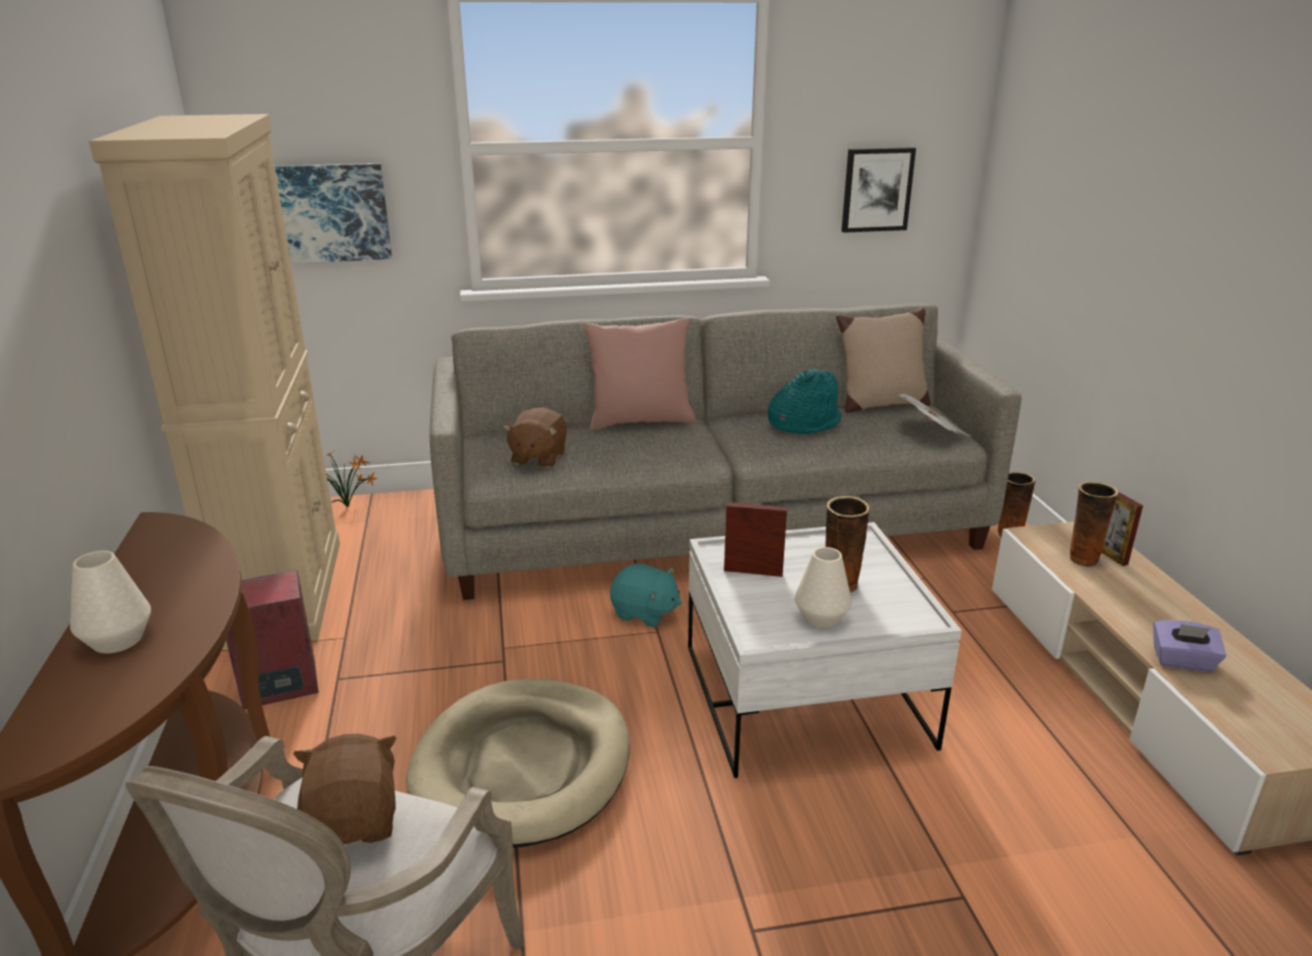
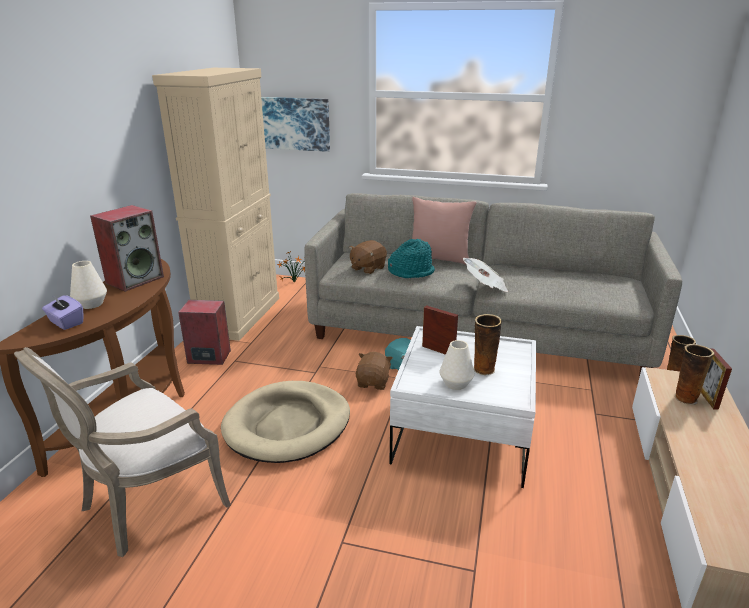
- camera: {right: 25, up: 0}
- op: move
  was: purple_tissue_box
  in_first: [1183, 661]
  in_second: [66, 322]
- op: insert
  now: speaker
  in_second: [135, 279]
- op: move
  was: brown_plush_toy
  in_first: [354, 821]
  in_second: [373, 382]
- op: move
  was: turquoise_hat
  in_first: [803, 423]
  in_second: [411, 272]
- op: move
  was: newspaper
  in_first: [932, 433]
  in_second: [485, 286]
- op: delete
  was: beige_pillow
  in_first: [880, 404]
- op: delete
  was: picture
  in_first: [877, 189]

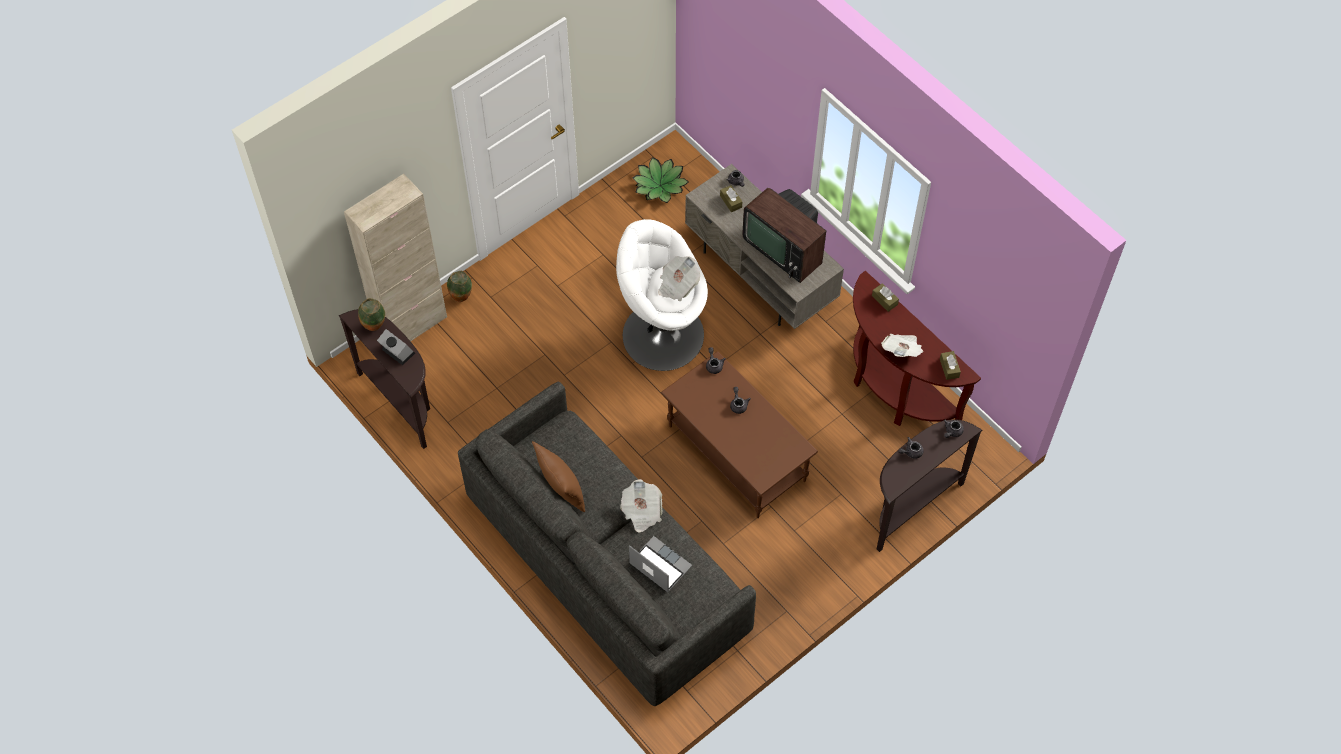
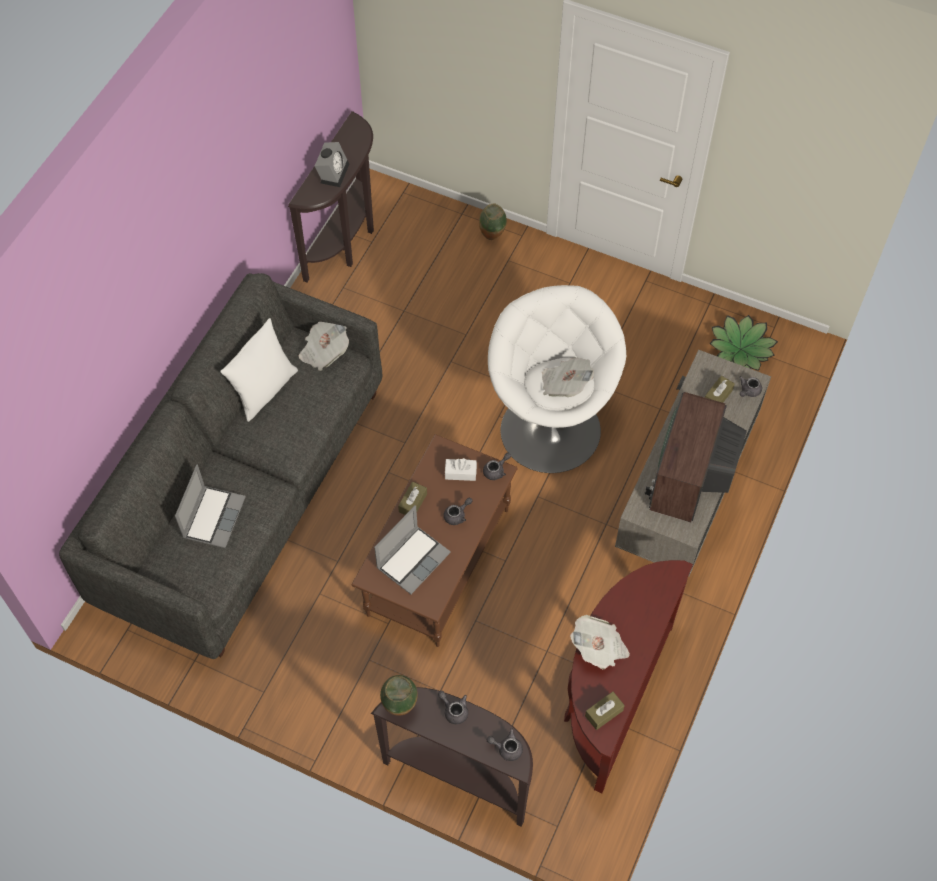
- camera: {right: 65, up: 0}
- op: recolor
  was: brown_pillow
  now: white_pillow
  in_first: [561, 490]
  in_second: [264, 390]
- op: move
  was: newspaper
  in_first: [642, 511]
  in_second: [324, 351]
- op: insert
  now: laptop
  in_second: [413, 559]
- op: move
  was: vase
  in_first: [375, 327]
  in_second: [400, 707]
- op: move
  was: brown_tissue_box
  in_first: [884, 300]
  in_second: [413, 503]
- op: insert
  now: white_tissue_box
  in_second: [460, 473]
- op: delete
  was: beige_cabinet
  in_first: [411, 325]

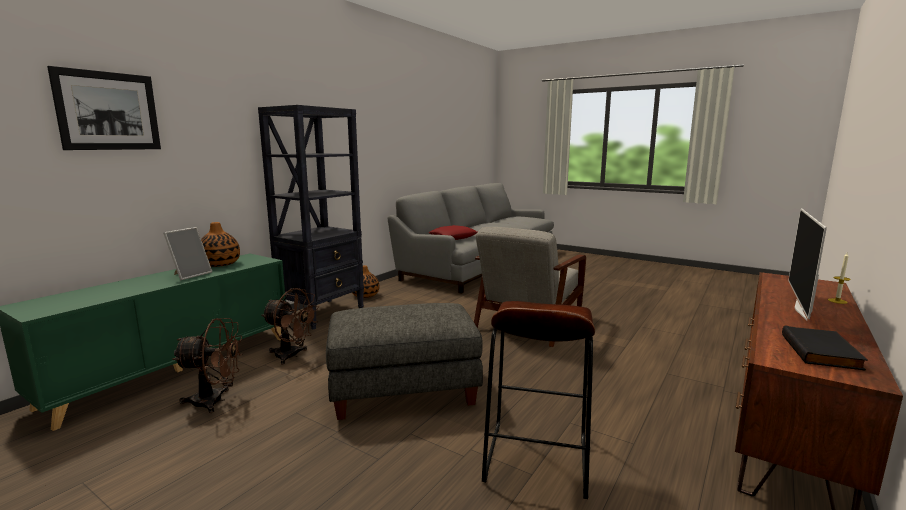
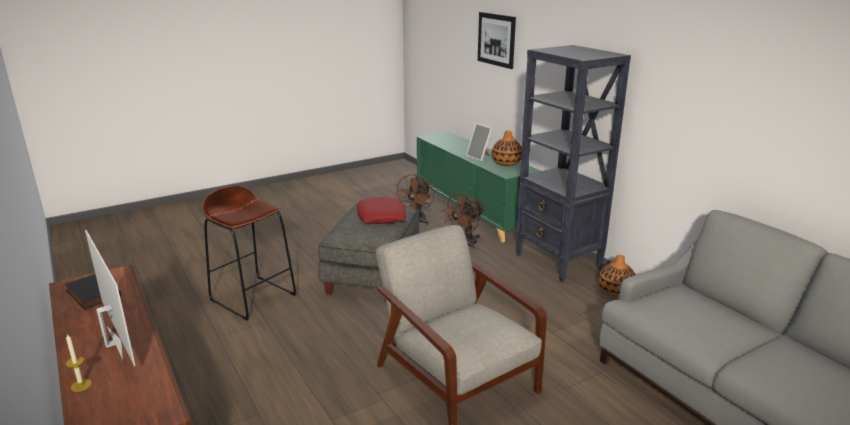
- camera: {right: 115, up: 10}
- op: move
  was: red_pillow
  in_first: [453, 237]
  in_second: [381, 216]

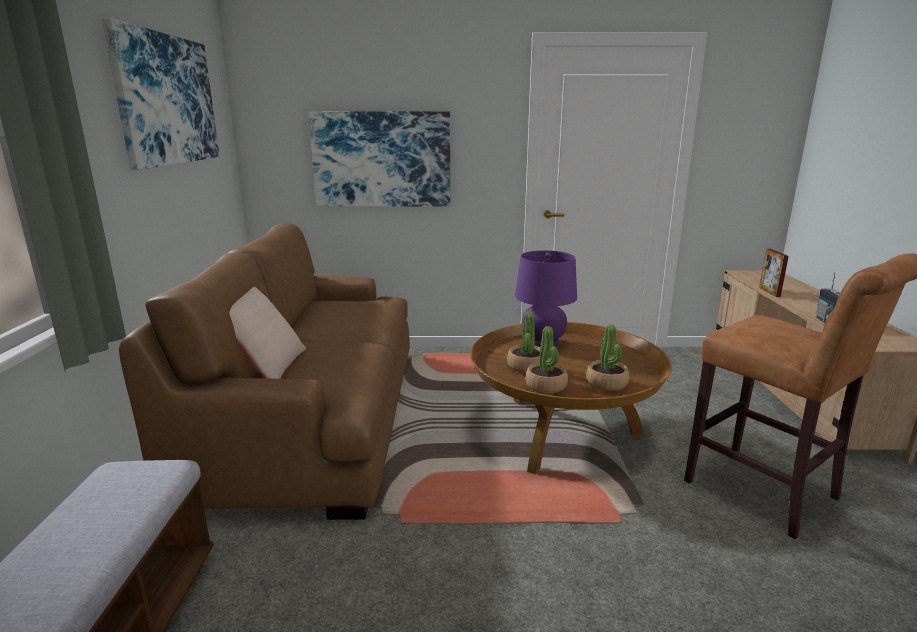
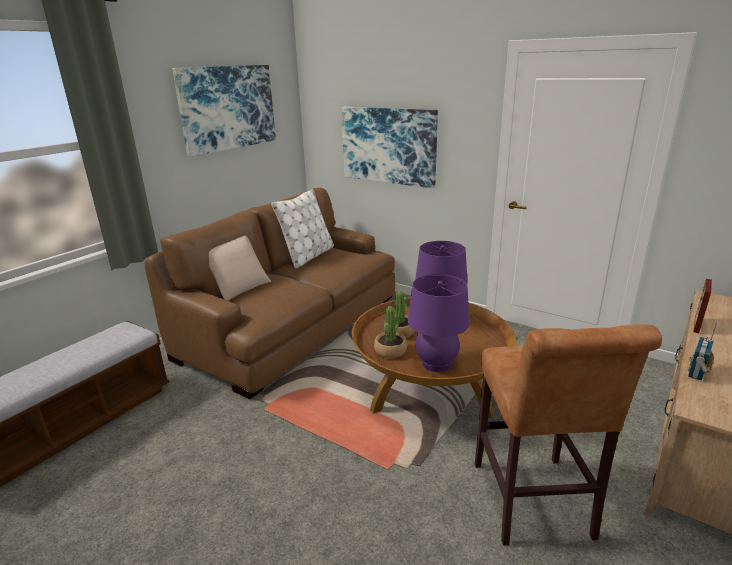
- camera: {right: 35, up: 5}
- op: insert
  now: white_pillow
  in_second: [308, 256]
- op: replace
  was: potted_plant
  now: purple_table_lamp
  in_first: [606, 383]
  in_second: [436, 363]

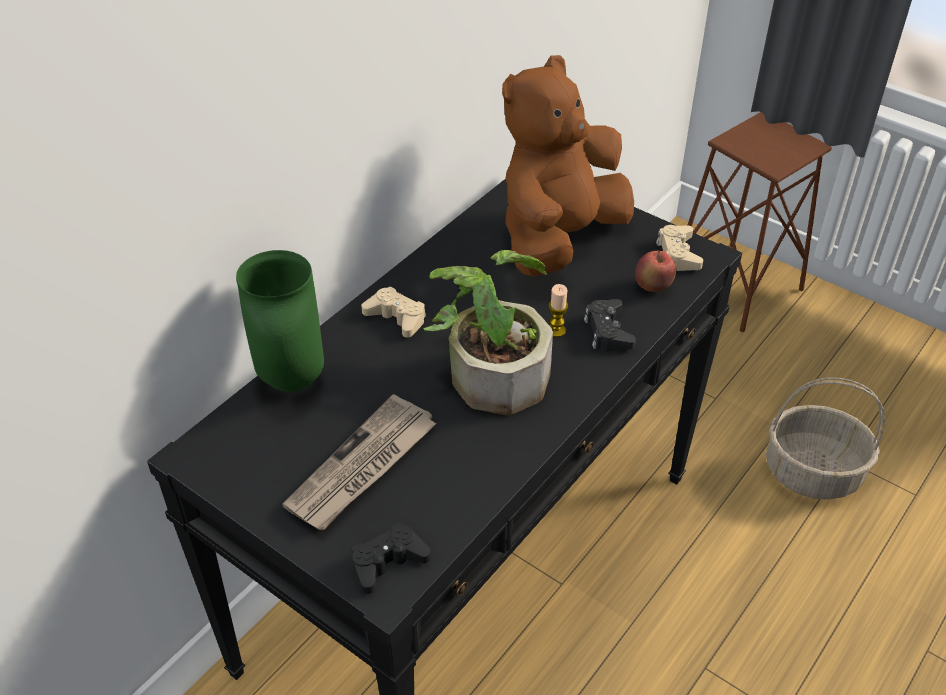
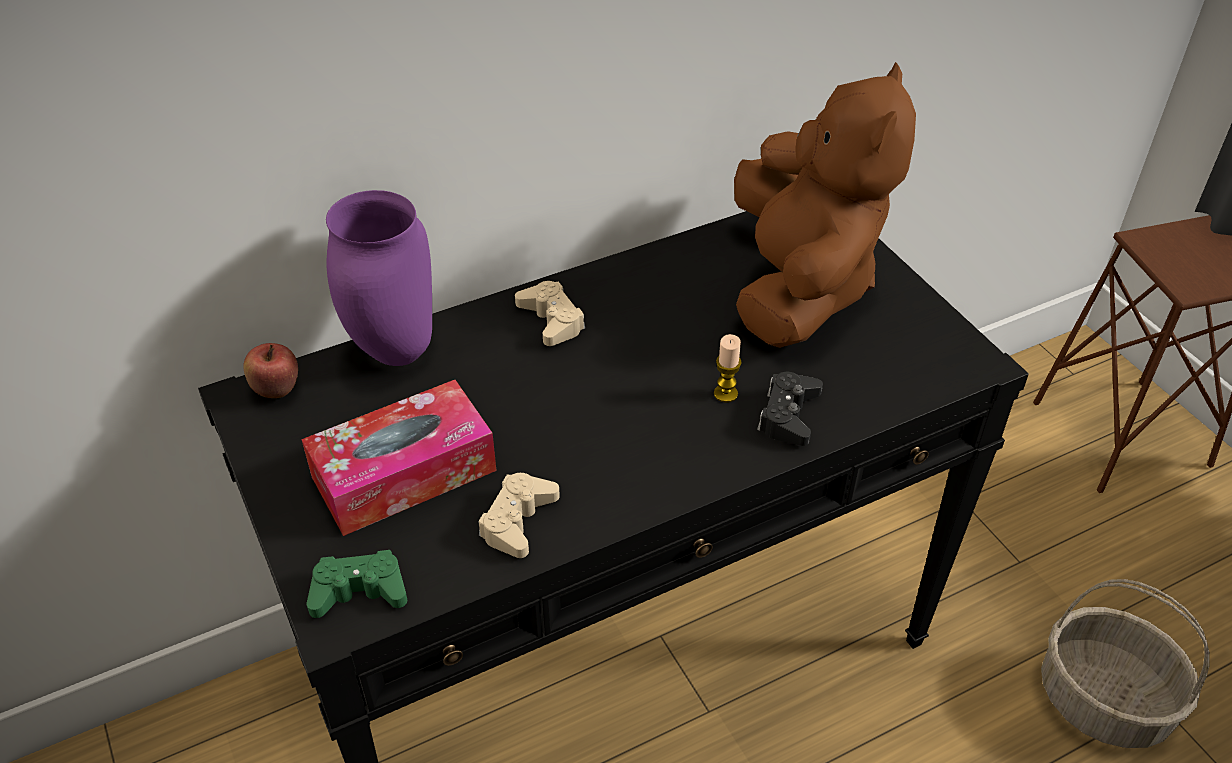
- camera: {right: 25, up: 0}
- op: move
  was: apple
  in_first: [653, 287]
  in_second: [276, 391]
- op: replace
  was: newspaper
  now: tissue_box
  in_first: [362, 467]
  in_second: [404, 474]
- op: recolor
  was: black_game_controller
  now: green_game_controller
  in_first: [387, 562]
  in_second: [359, 591]
- op: recolor
  was: green_vase
  now: purple_vase
  in_first: [290, 380]
  in_second: [393, 352]
- op: move
  was: beige_game_controller
  in_first: [677, 254]
  in_second: [517, 521]
- op: rotate
  was: brown_plush_toy
  in_first: [559, 238]
  in_second: [800, 287]
  clockwise: 120
- op: delete
  was: potted_plant
  in_first: [491, 369]

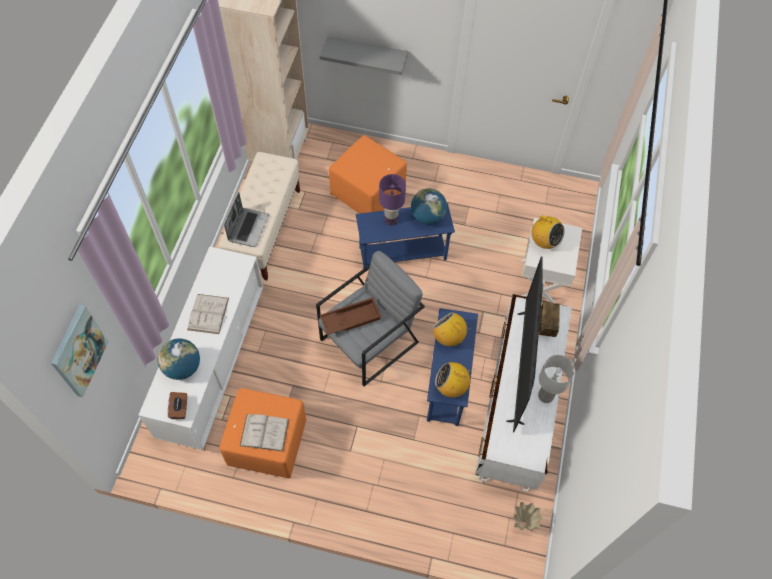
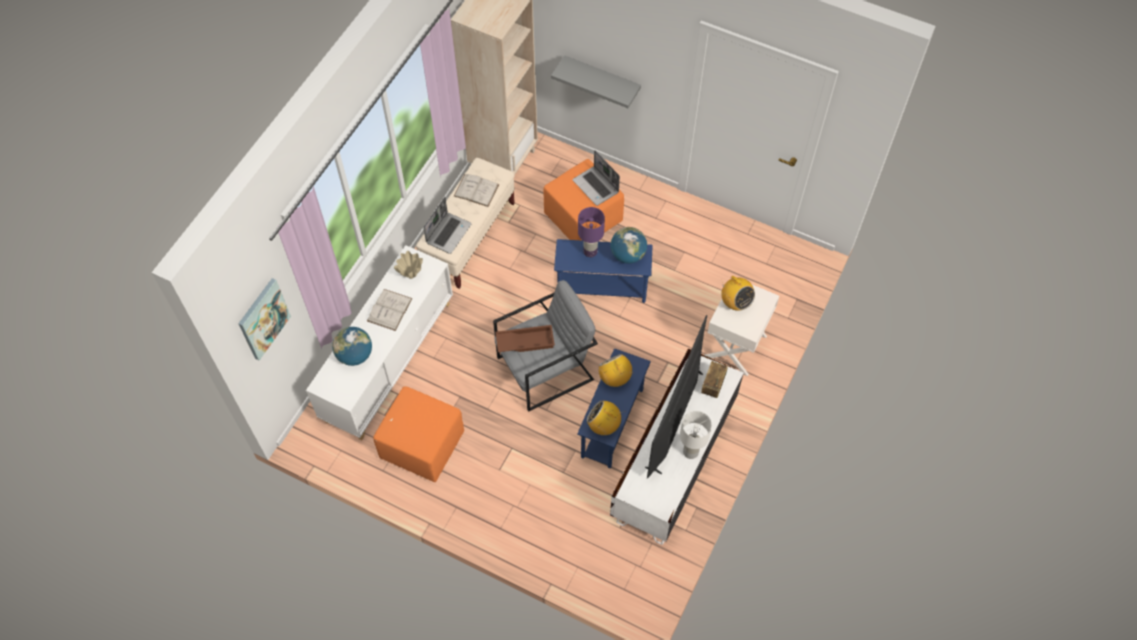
- camera: {right: 15, up: 0}
- op: move
  was: beige_vase
  in_first: [523, 523]
  in_second: [411, 276]
- op: move
  was: white_book
  in_first: [264, 432]
  in_second: [476, 190]
- op: insert
  now: laptop
  in_second: [596, 186]
- op: delete
  was: brown_tissue_box
  in_first: [180, 409]

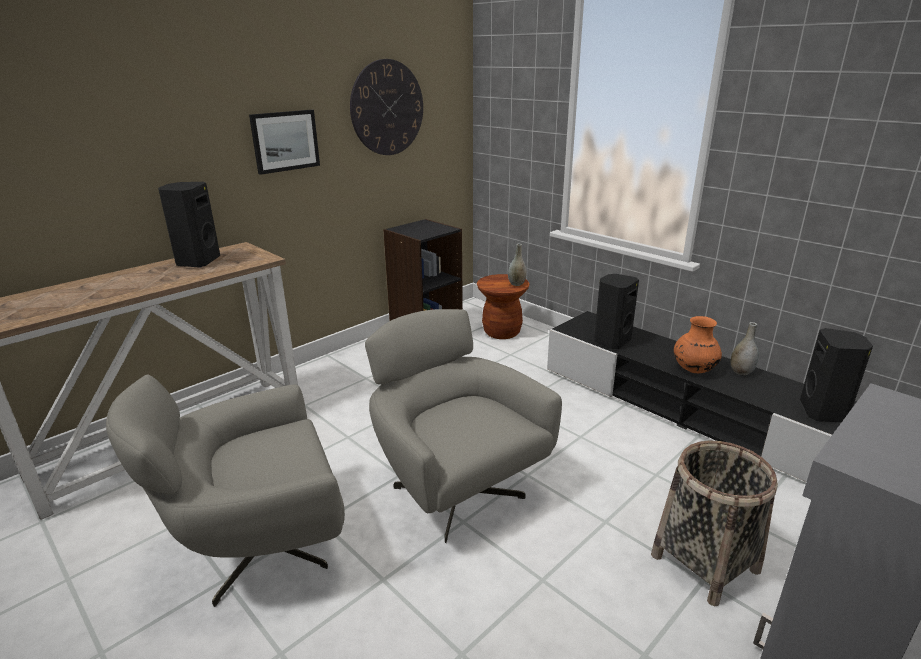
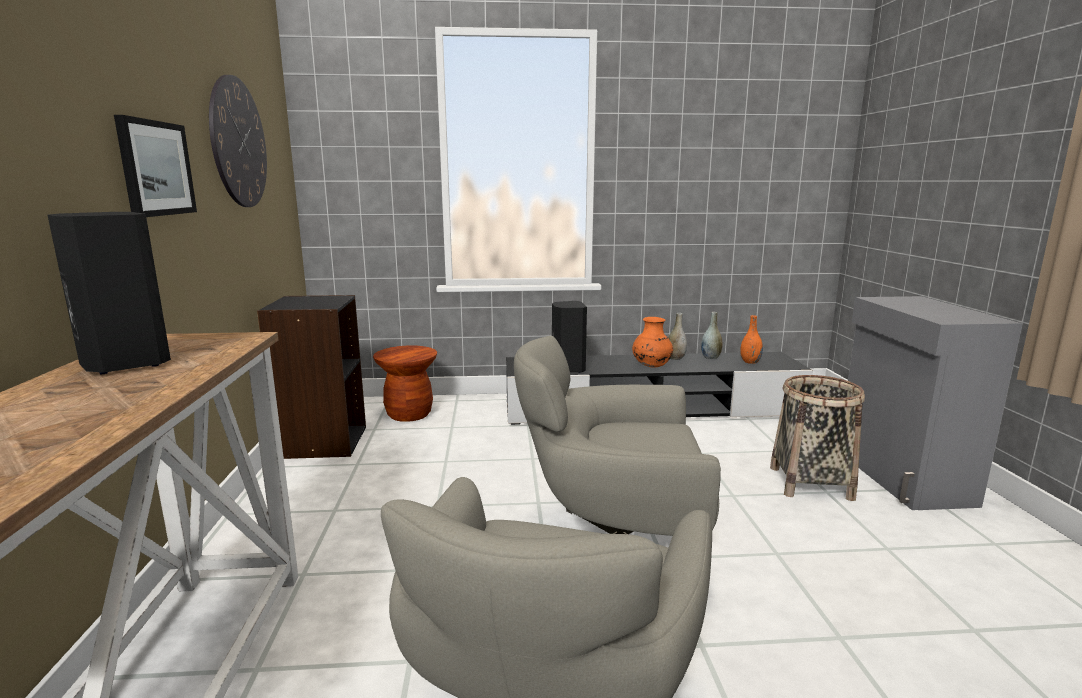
- camera: {right: -50, up: -10}
- op: move
  was: grey_vase
  in_first: [516, 284]
  in_second: [710, 357]
- op: replace
  was: black_speaker
  now: orange_vase
  in_first: [824, 412]
  in_second: [750, 362]

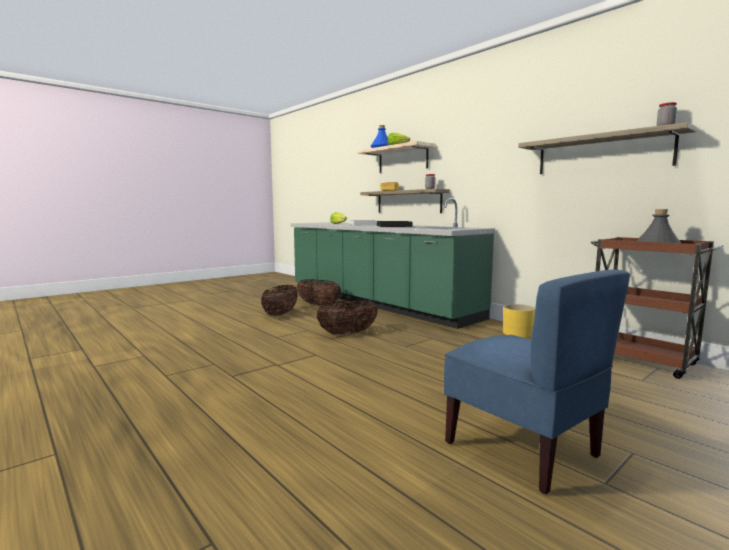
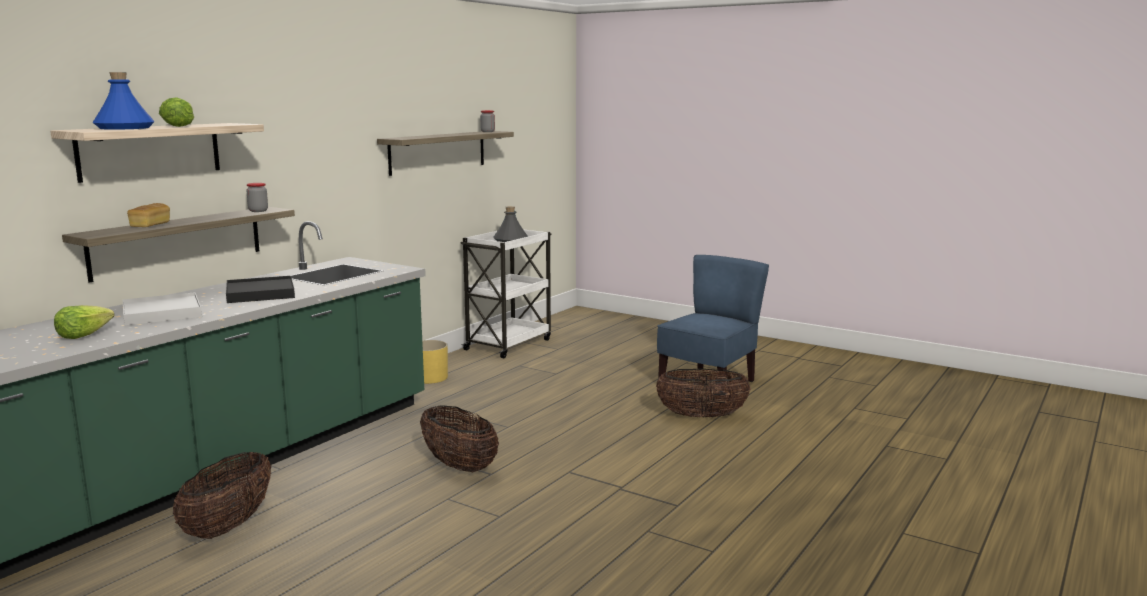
- camera: {right: -105, up: 5}
- op: recolor
  was: brown_cart
  now: white_cart
  in_first: [641, 361]
  in_second: [509, 344]
- op: move
  was: basket
  in_first: [280, 314]
  in_second: [702, 416]

